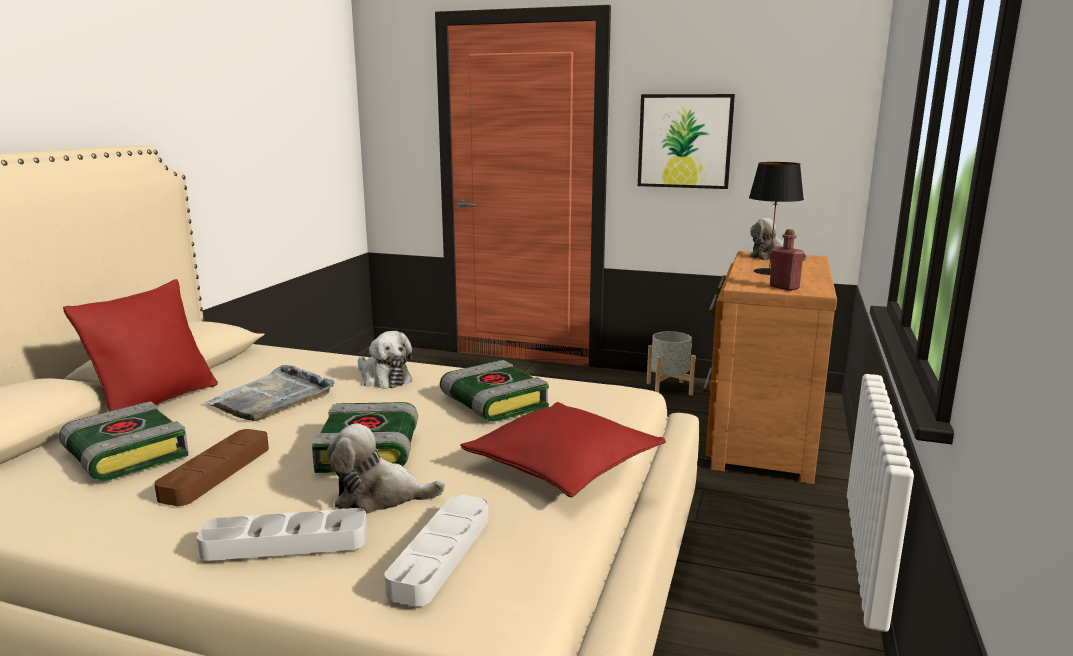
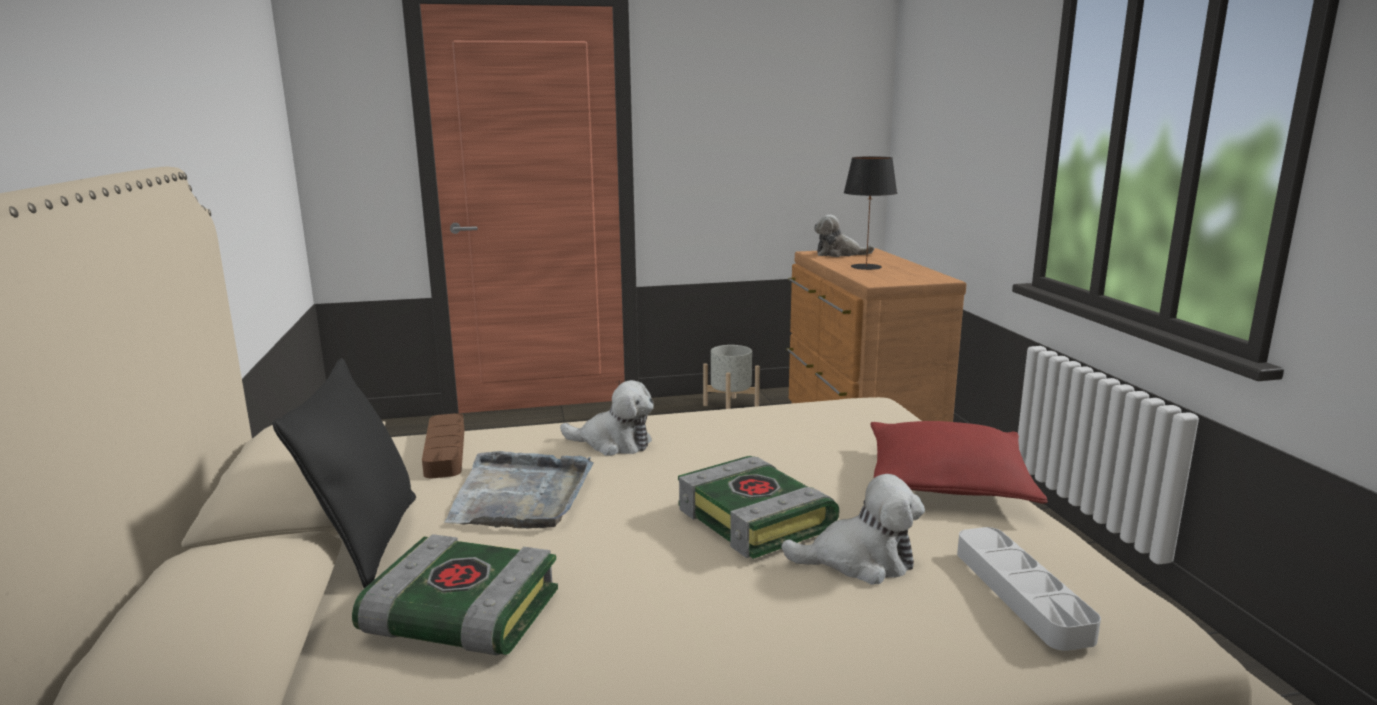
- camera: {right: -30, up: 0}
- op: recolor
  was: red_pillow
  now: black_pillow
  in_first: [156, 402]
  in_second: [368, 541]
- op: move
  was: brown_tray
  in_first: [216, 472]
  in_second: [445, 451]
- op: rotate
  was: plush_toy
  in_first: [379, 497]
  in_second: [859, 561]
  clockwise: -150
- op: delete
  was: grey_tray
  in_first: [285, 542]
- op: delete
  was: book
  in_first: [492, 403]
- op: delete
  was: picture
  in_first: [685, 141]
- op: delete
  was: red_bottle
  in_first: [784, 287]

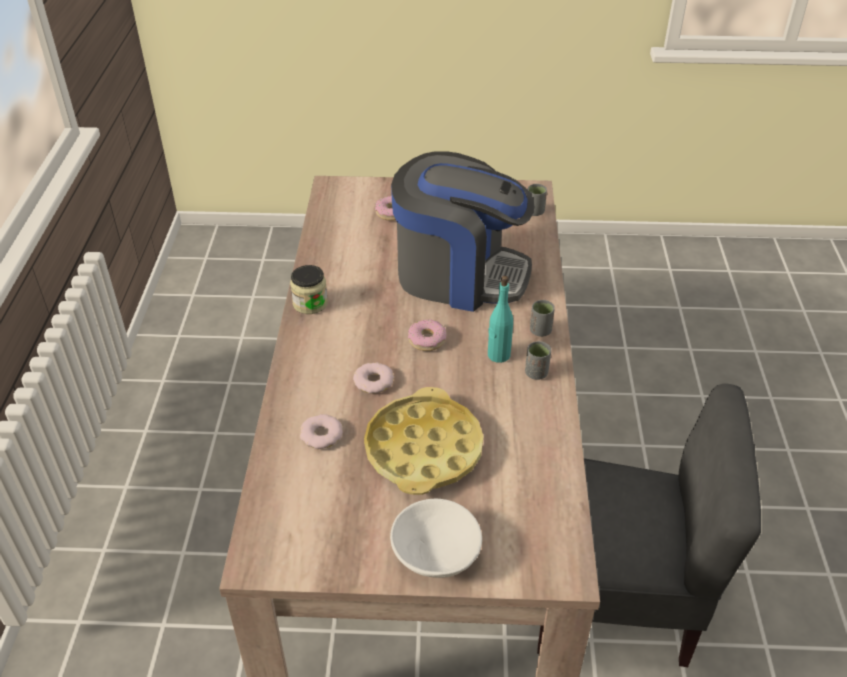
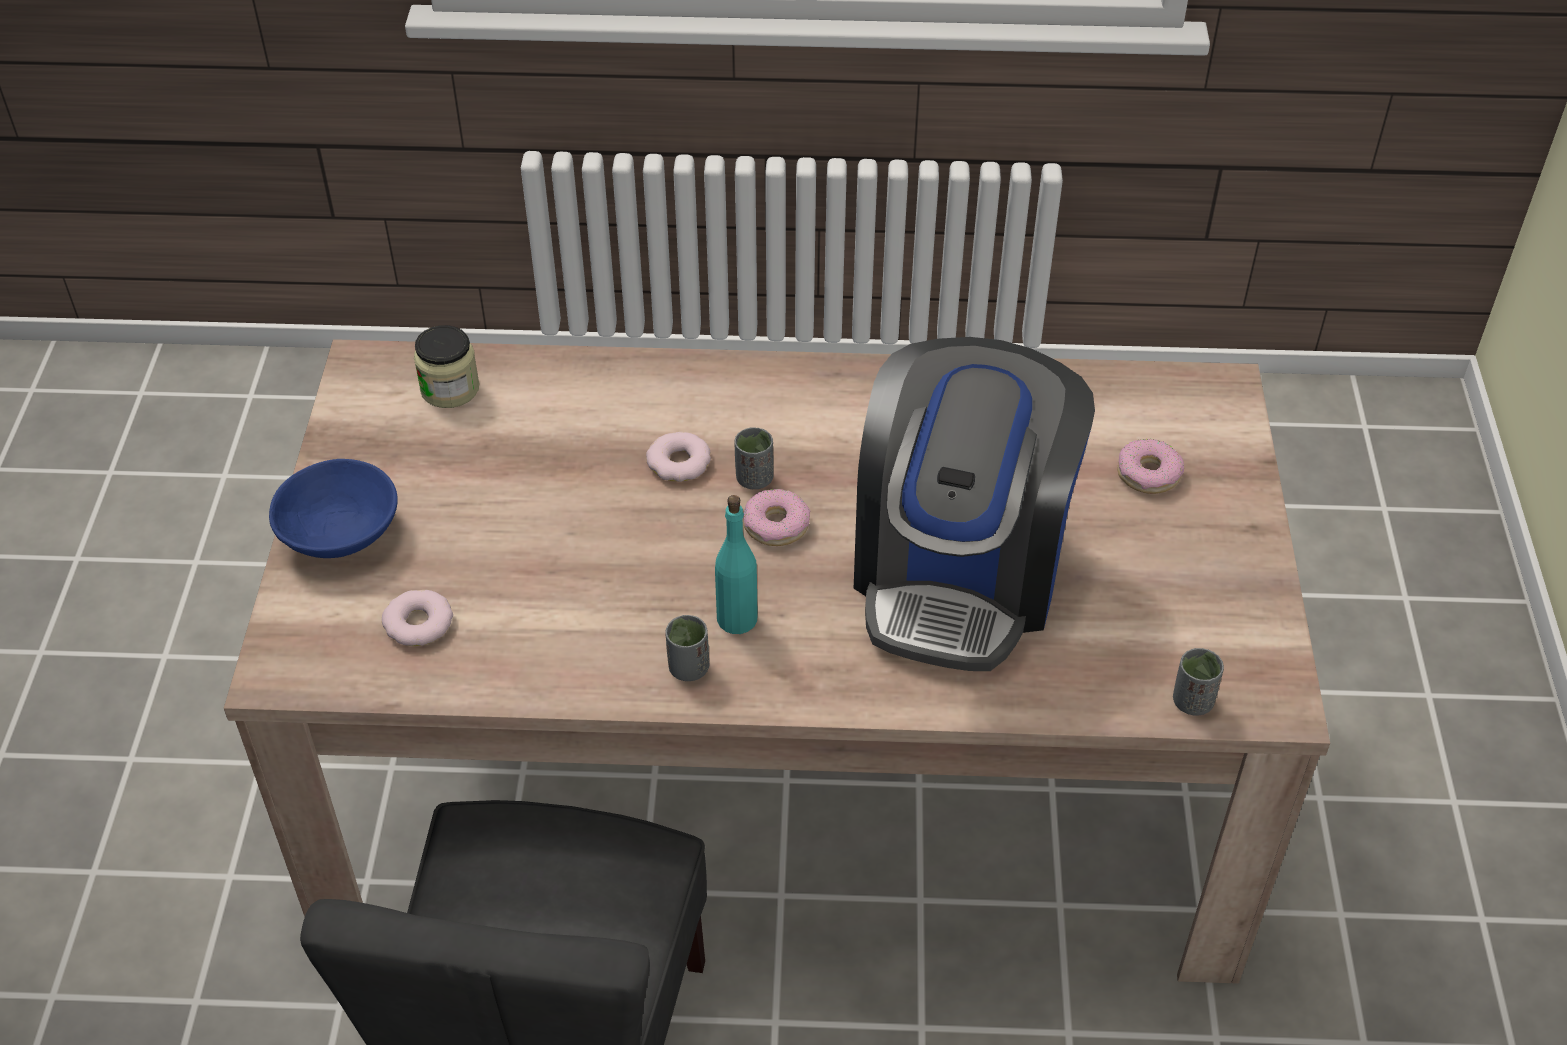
- camera: {right: 90, up: 5}
- op: recolor
  was: white_bowl
  now: blue_bowl
  in_first: [435, 554]
  in_second: [339, 533]
- op: move
  was: donut
  in_first: [321, 435]
  in_second: [418, 623]
- op: move
  was: jar
  in_first: [310, 303]
  in_second: [450, 389]
- op: move
  was: grey_cup
  in_first: [540, 331]
  in_second: [754, 479]
- op: delete
  was: yellow_tray
  in_first: [423, 449]

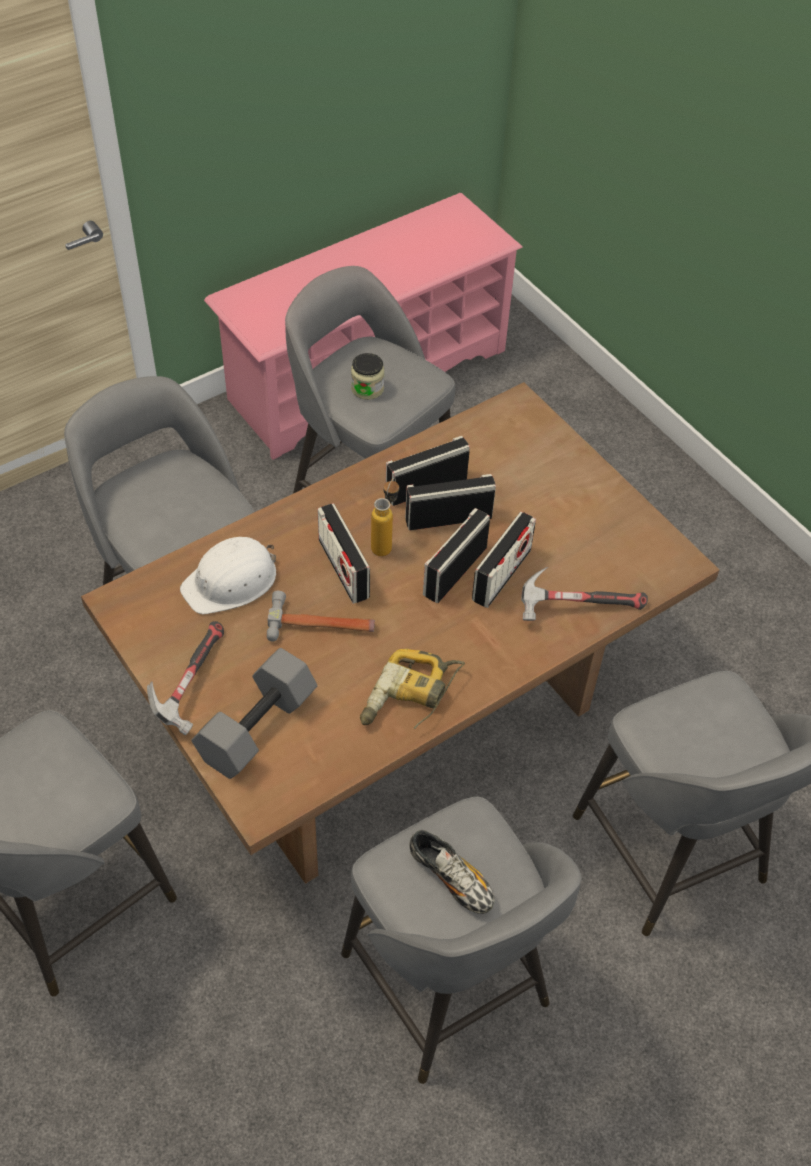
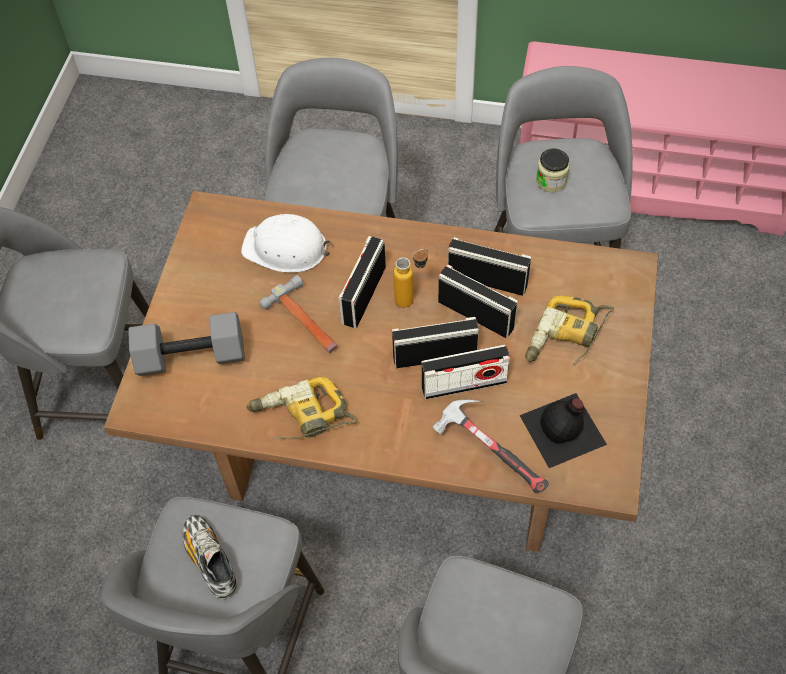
- camera: {right: 50, up: 5}
- op: rotate
  was: shoe
  in_first: [451, 878]
  in_second: [211, 560]
  clockwise: 150
- op: insert
  now: black_bottle
  in_second: [564, 430]
- op: insert
  now: power_drill
  in_second: [566, 338]
- op: delete
  was: hammer
  in_first: [190, 684]

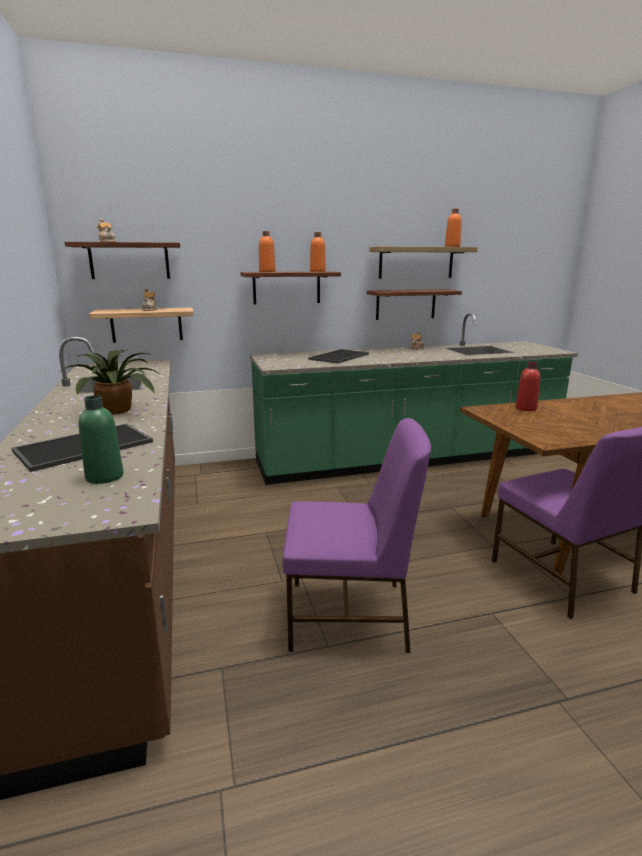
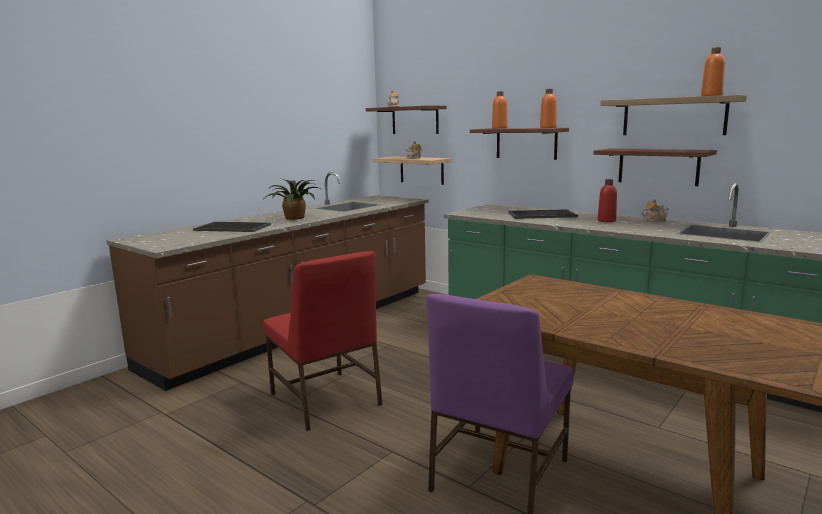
- camera: {right: 55, up: -5}
- op: recolor
  was: purple_chair
  now: red_chair
  in_first: [350, 616]
  in_second: [325, 400]
- op: move
  was: red_bottle
  in_first: [526, 408]
  in_second: [606, 220]
- op: delete
  was: green_bottle
  in_first: [104, 477]

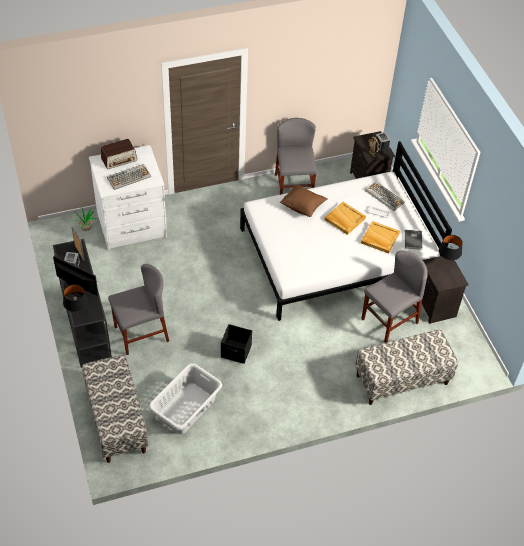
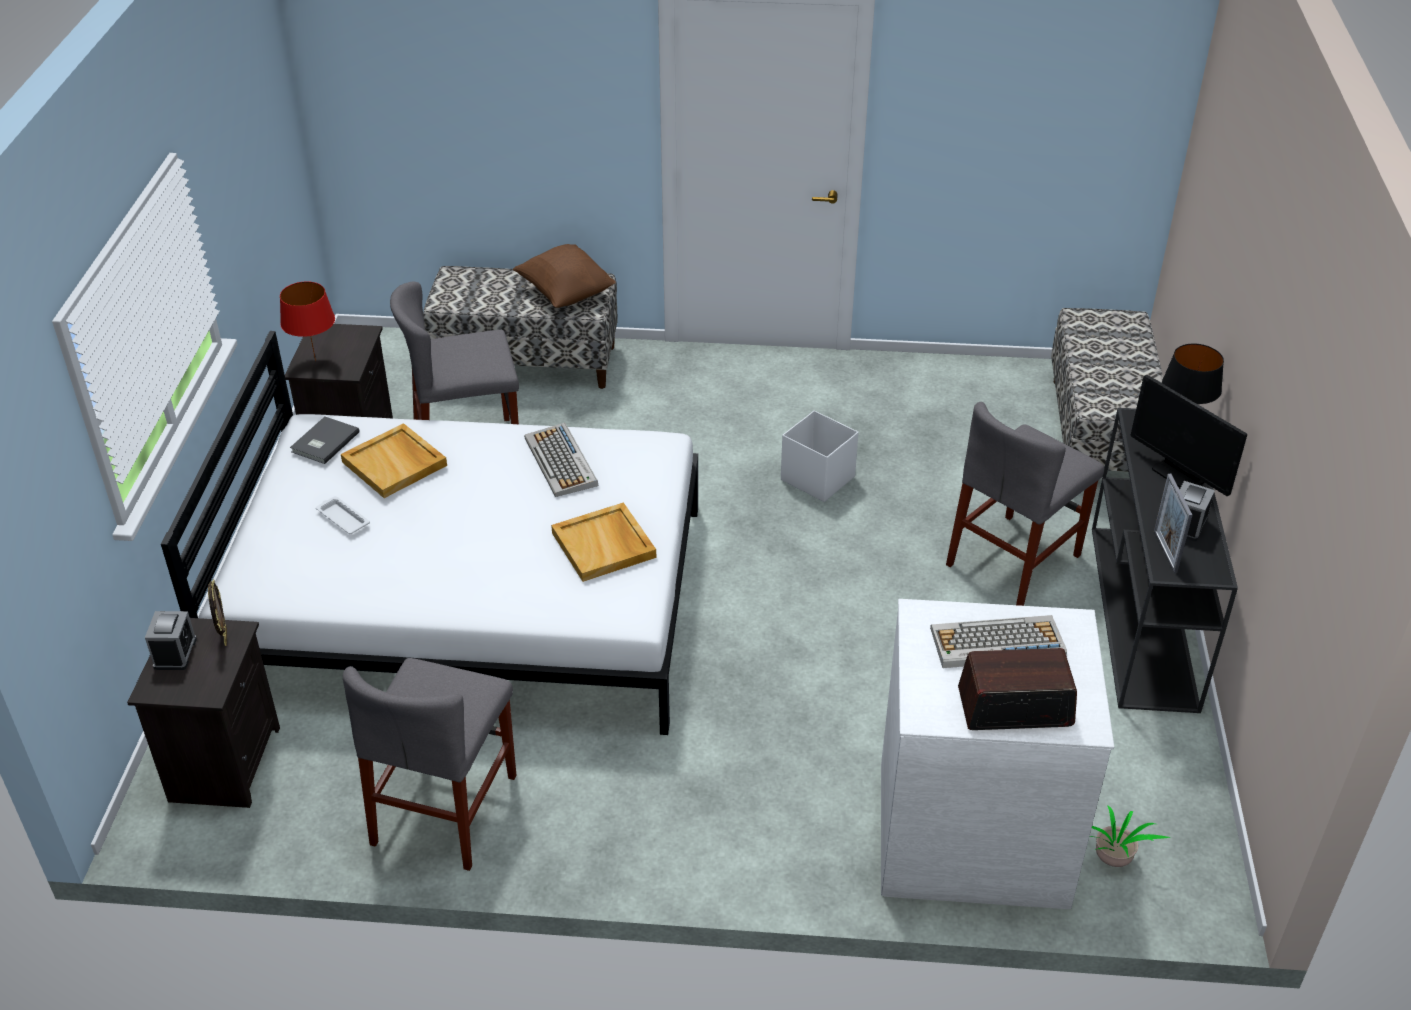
- camera: {right: -155, up: -10}
- op: recolor
  was: black_table_lamp
  now: red_table_lamp
  in_first: [446, 265]
  in_second: [316, 361]
- op: move
  was: brown_pillow
  in_first: [302, 207]
  in_second: [566, 293]
- op: move
  was: keyboard
  in_first: [384, 196]
  in_second: [562, 462]
- op: move
  was: beige_tray
  in_first: [344, 219]
  in_second: [604, 545]
- op: recolor
  was: black_storage_box
  now: white_storage_box
  in_first: [236, 352]
  in_second: [817, 478]
- op: rotate
  was: grey_chair
  in_first: [141, 334]
  in_second: [1014, 560]
  clockwise: -45
- op: delete
  was: grey_laundry_basket
  in_first: [186, 408]

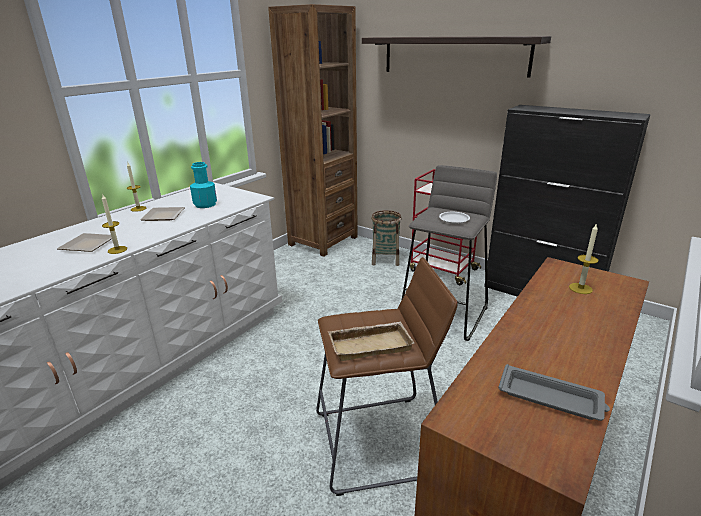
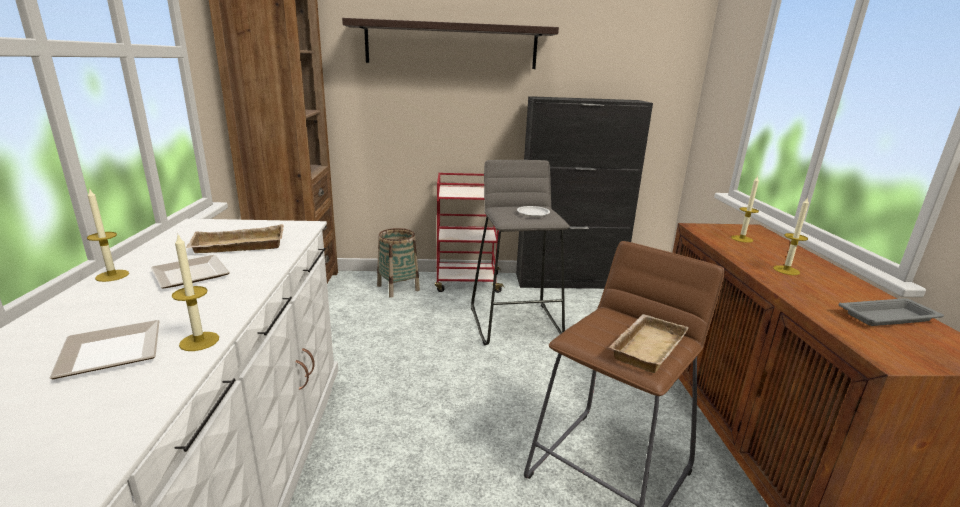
- camera: {right: -40, up: -5}
- op: replace
  was: turquoise_bottle
  now: beige_tray
  in_first: [205, 204]
  in_second: [237, 247]
- op: insert
  now: candle
  in_second: [786, 270]

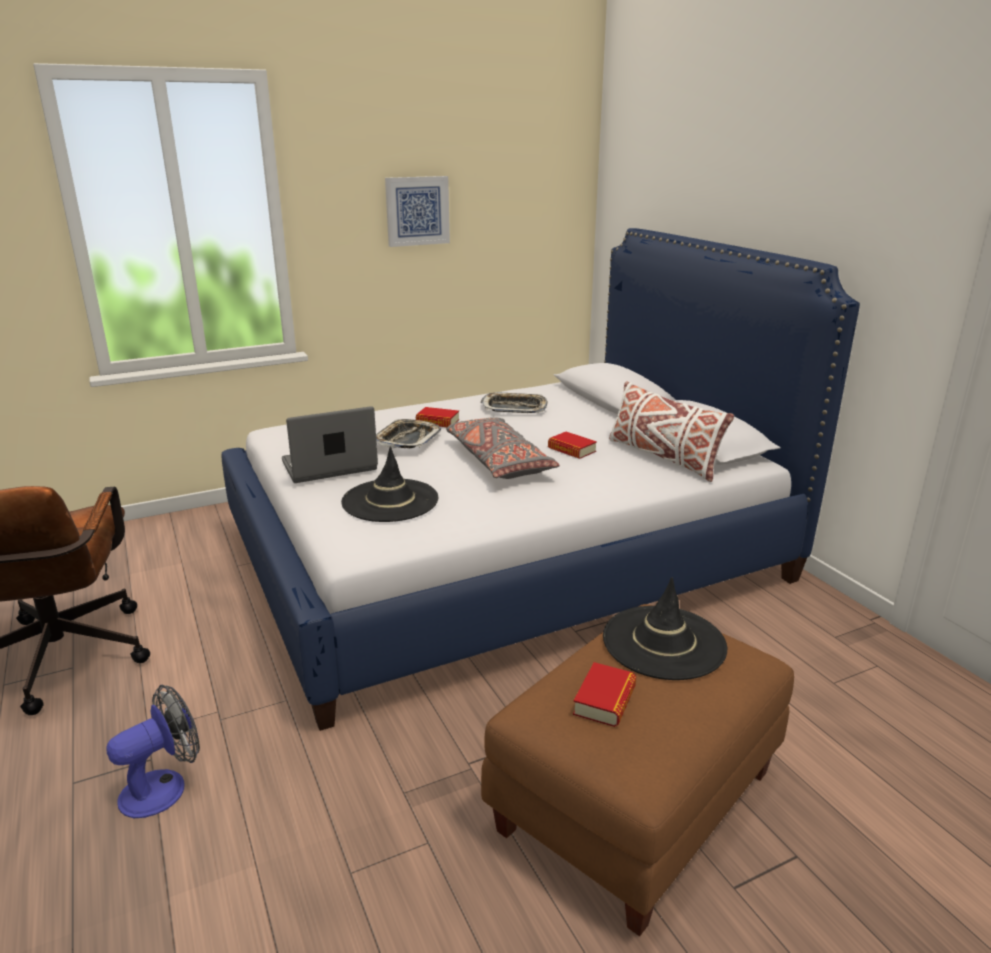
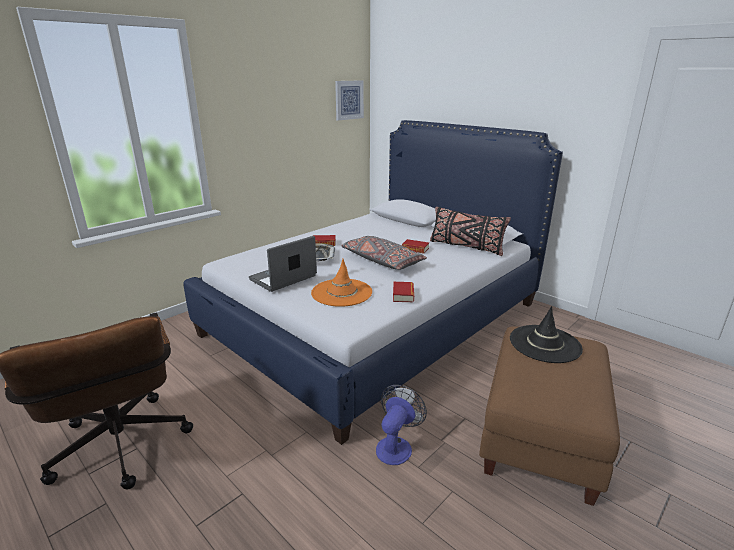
- camera: {right: -20, up: 0}
- op: recolor
  was: black_hat
  now: orange_hat
  in_first: [390, 501]
  in_second: [341, 293]
- op: move
  was: picture
  in_first: [417, 211]
  in_second: [349, 100]
- op: move
  was: fan
  in_first: [164, 787]
  in_second: [396, 445]
- op: move
  was: book
  in_first: [604, 700]
  in_second: [403, 295]
- op: recolor
  was: white_pillow
  now: black_pillow
  in_first: [663, 457]
  in_second: [466, 247]
- op: delete
  was: tray
  in_first: [514, 408]

